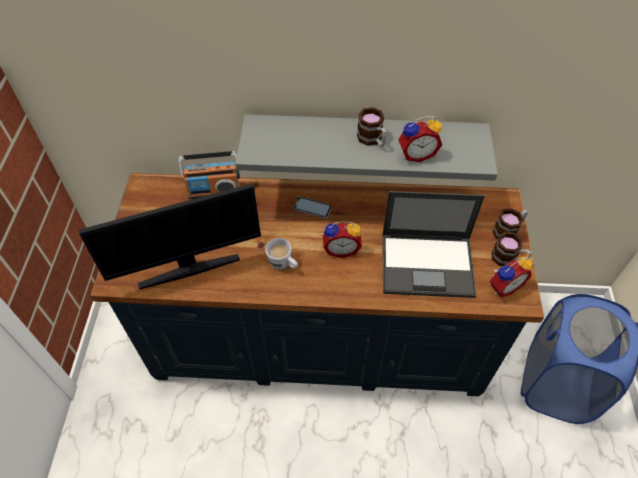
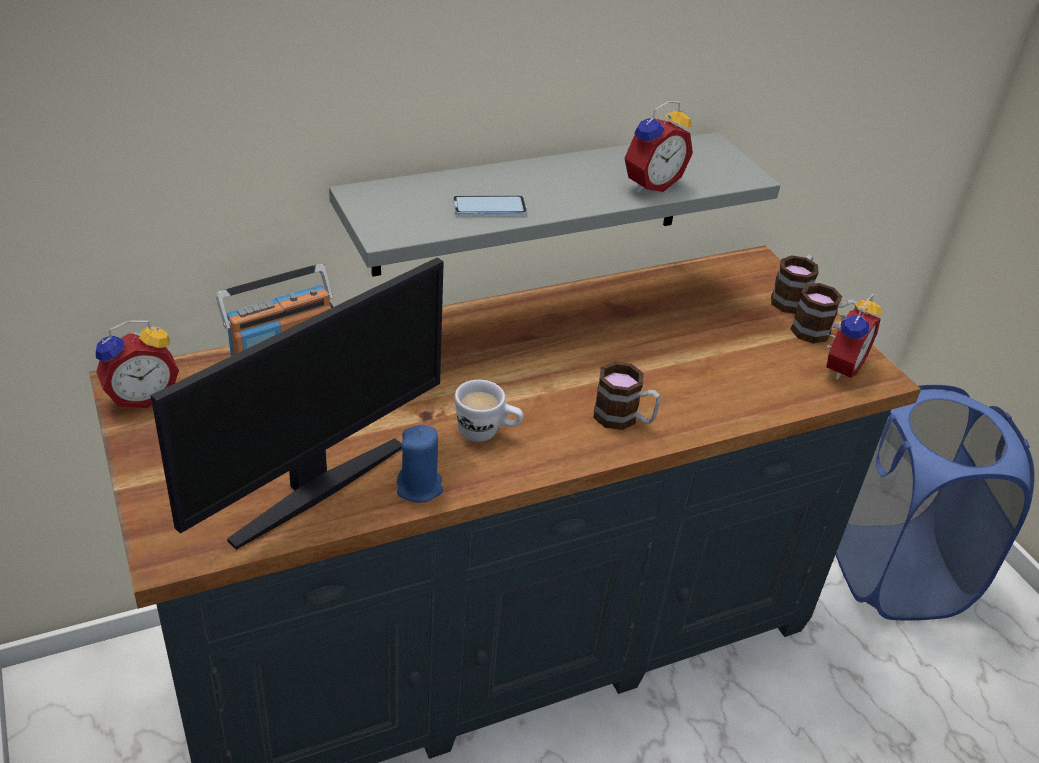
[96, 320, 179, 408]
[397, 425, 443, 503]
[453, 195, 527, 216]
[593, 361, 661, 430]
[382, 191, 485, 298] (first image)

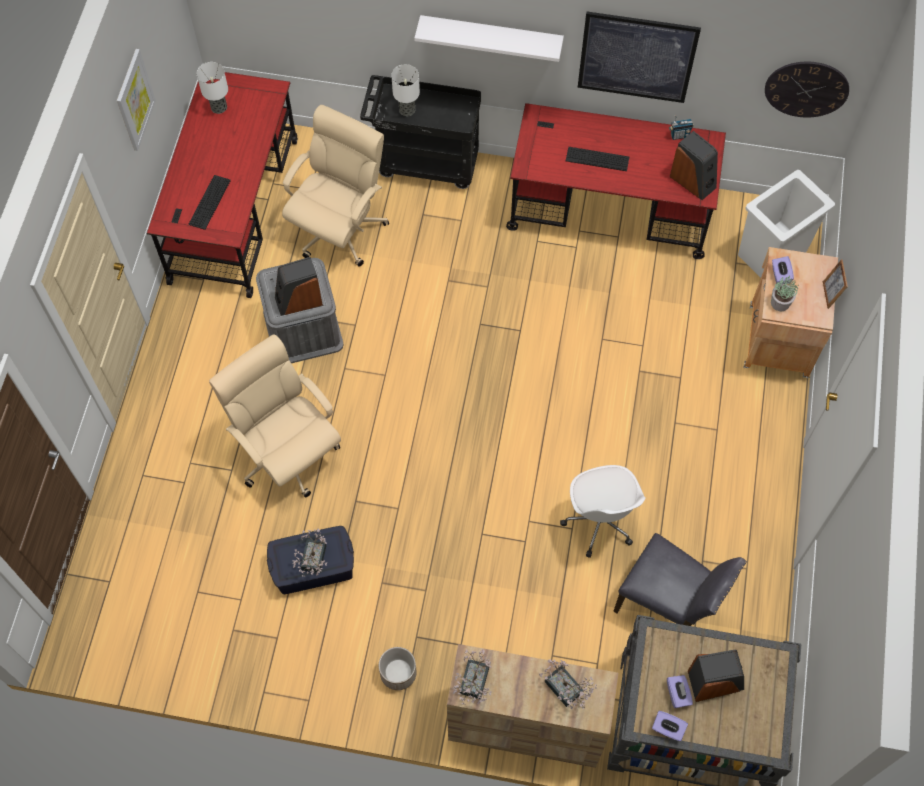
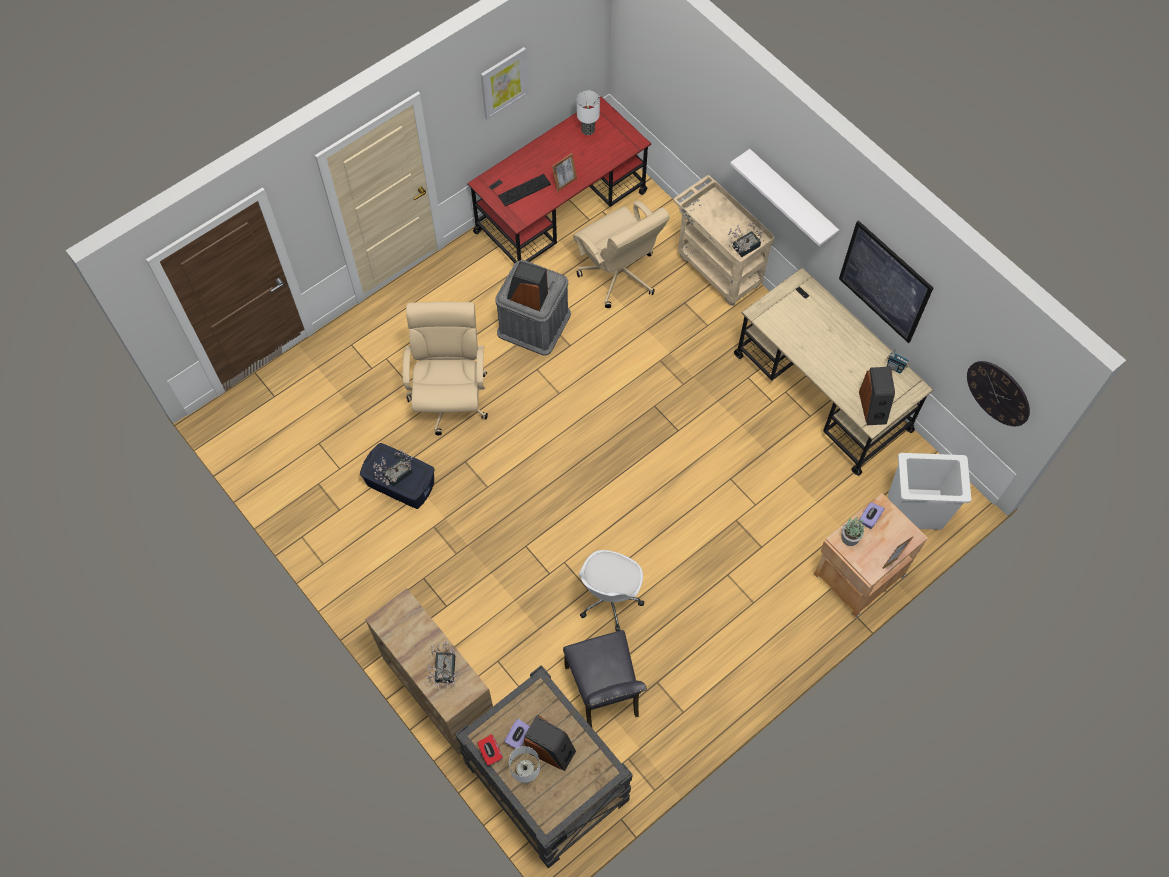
[478, 734, 503, 766]
[509, 746, 540, 783]
[552, 153, 577, 191]
[573, 200, 669, 308]
[674, 175, 774, 306]
[728, 222, 764, 257]
[734, 268, 933, 476]
[379, 647, 417, 690] (first image)
[566, 147, 629, 171] (first image)

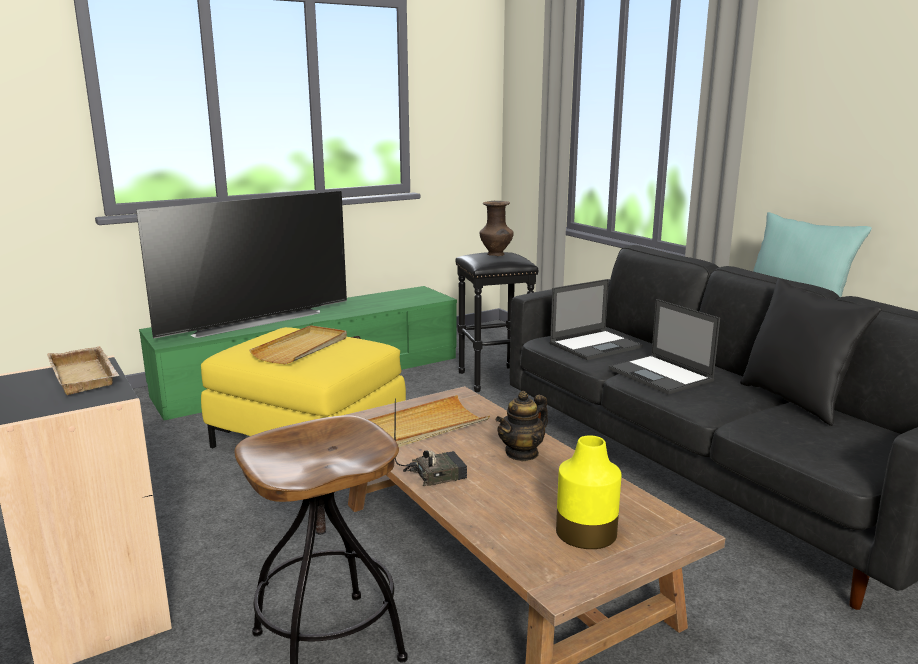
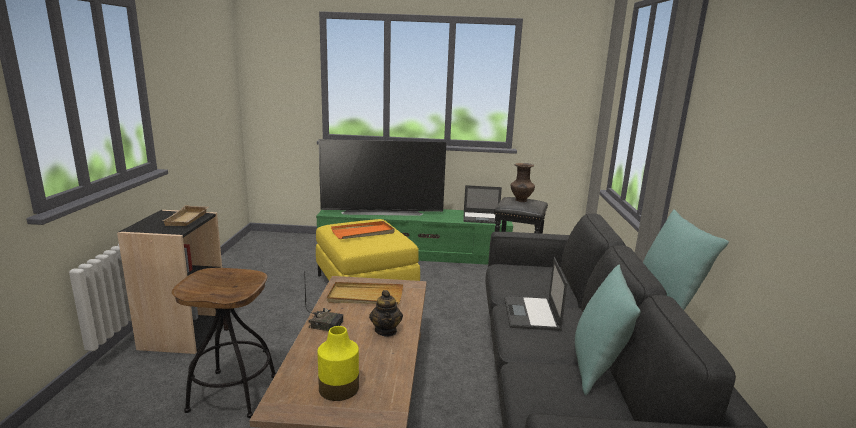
[331, 221, 395, 239]
[369, 290, 403, 337]
[464, 185, 502, 224]
[575, 264, 641, 395]

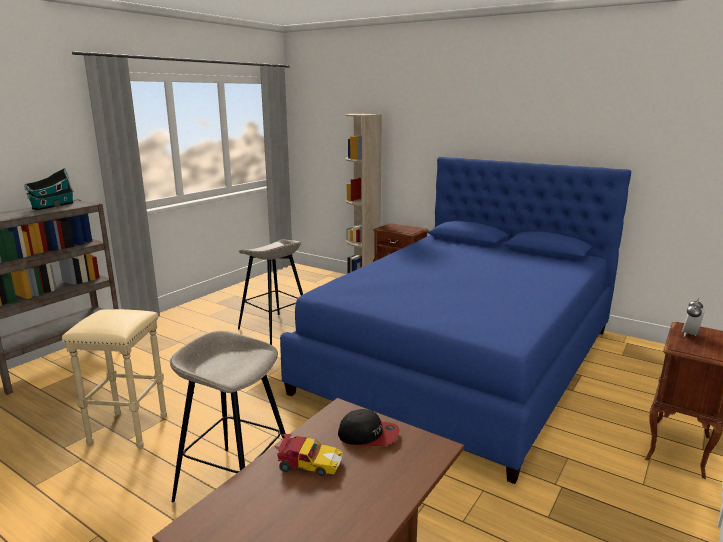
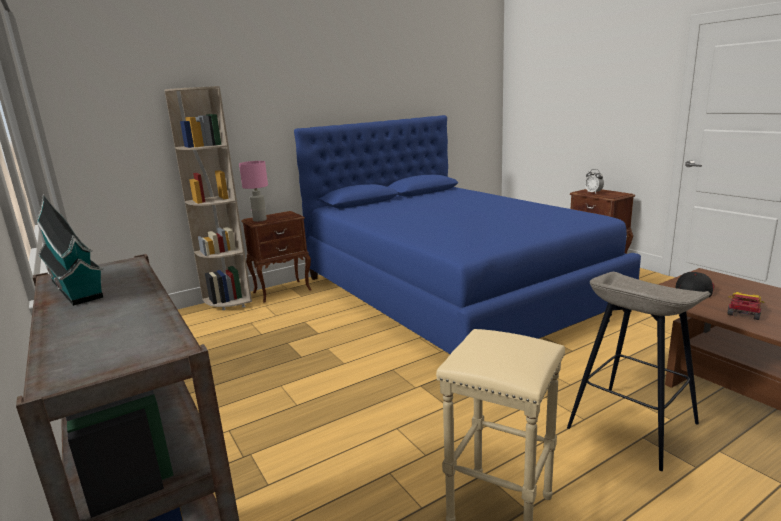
[239, 161, 268, 222]
[238, 240, 303, 345] (first image)

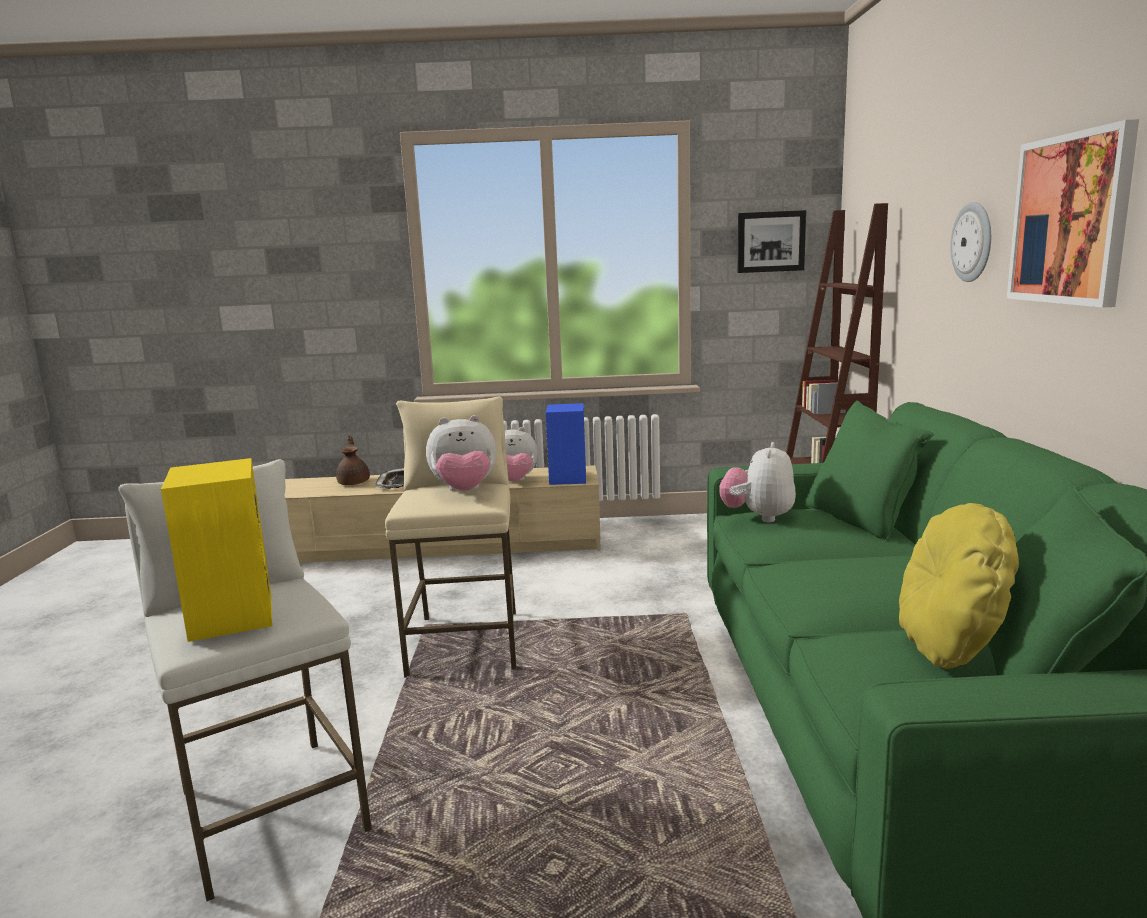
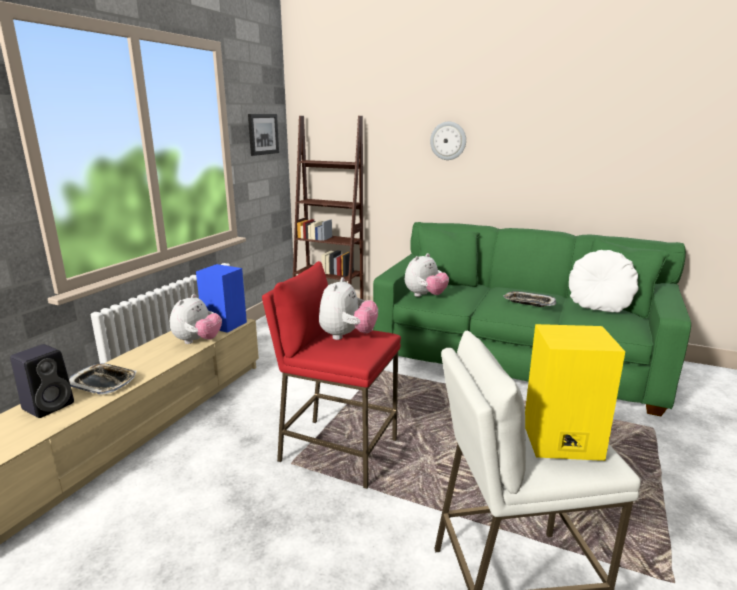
[10, 344, 74, 418]
[262, 261, 401, 489]
[405, 253, 449, 297]
[503, 291, 556, 307]
[569, 250, 639, 313]
[1007, 119, 1139, 307] (first image)

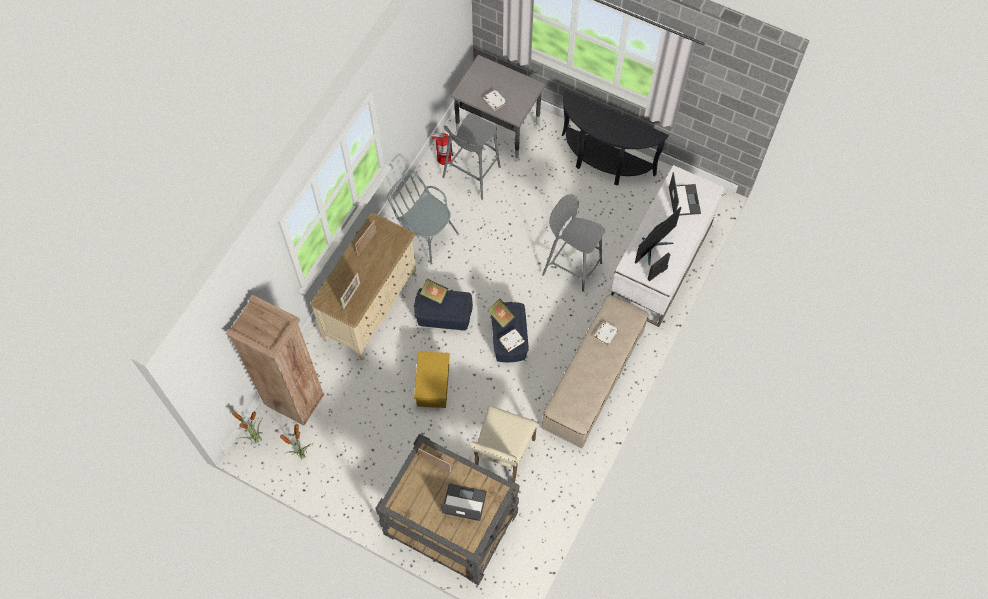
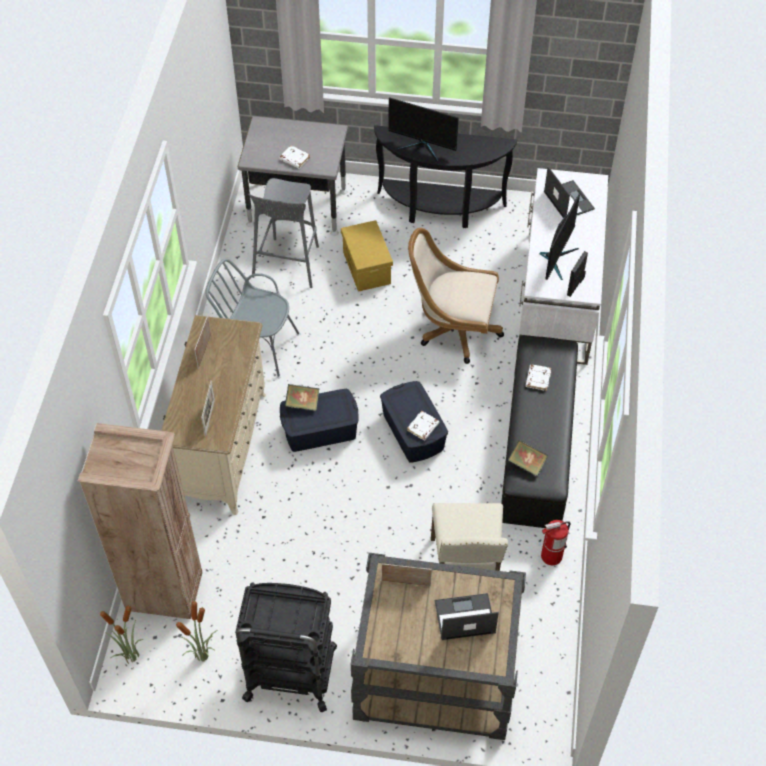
[235, 582, 337, 712]
[341, 220, 393, 292]
[388, 97, 459, 162]
[408, 228, 504, 364]
[501, 336, 578, 528]
[508, 440, 549, 476]
[541, 520, 571, 565]

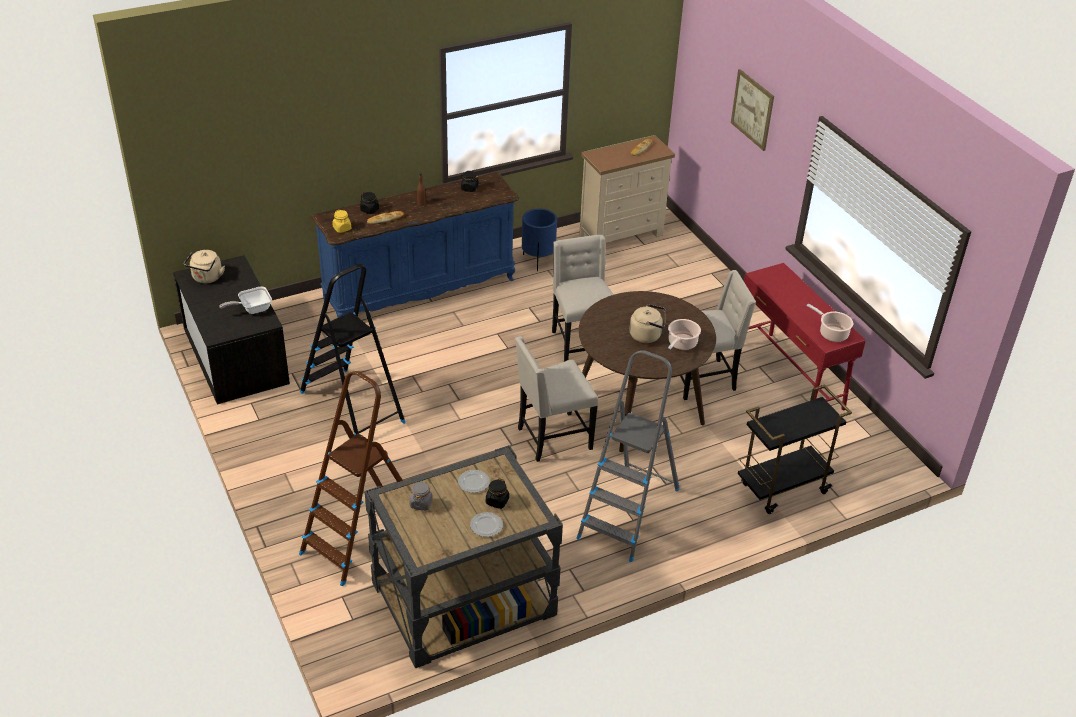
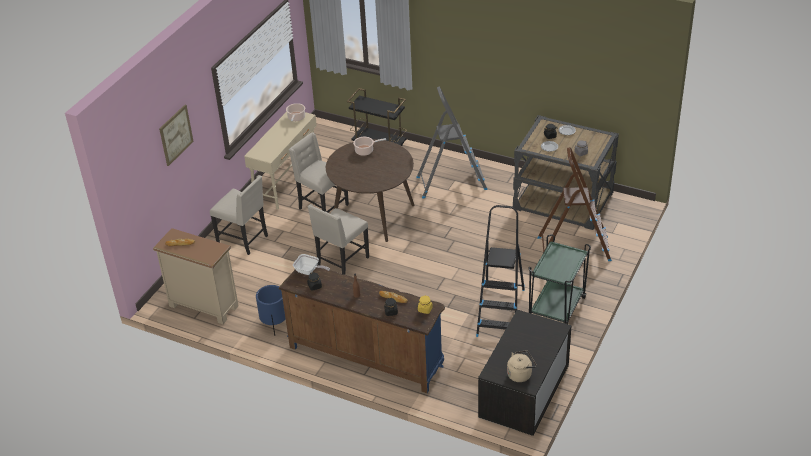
[210, 175, 268, 255]
[244, 112, 317, 210]
[293, 254, 330, 275]
[528, 234, 591, 324]
[629, 304, 666, 343] (first image)

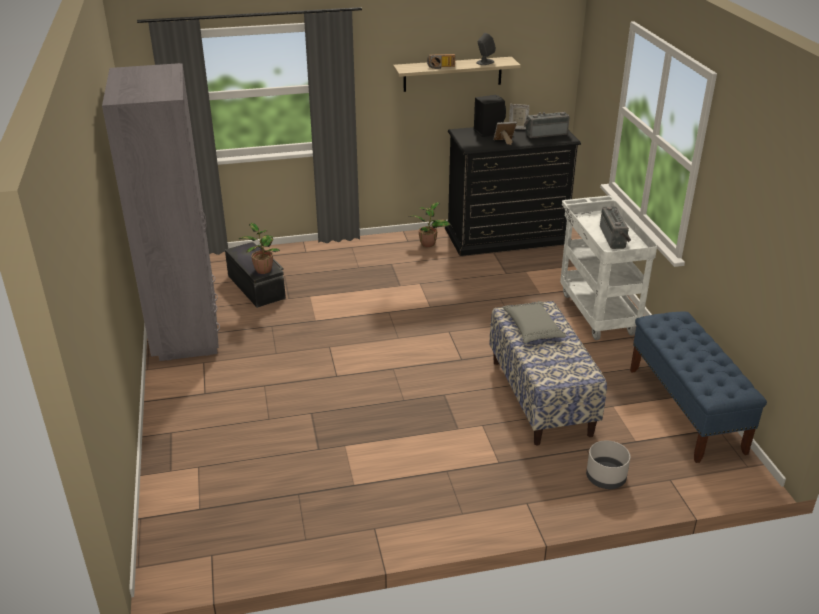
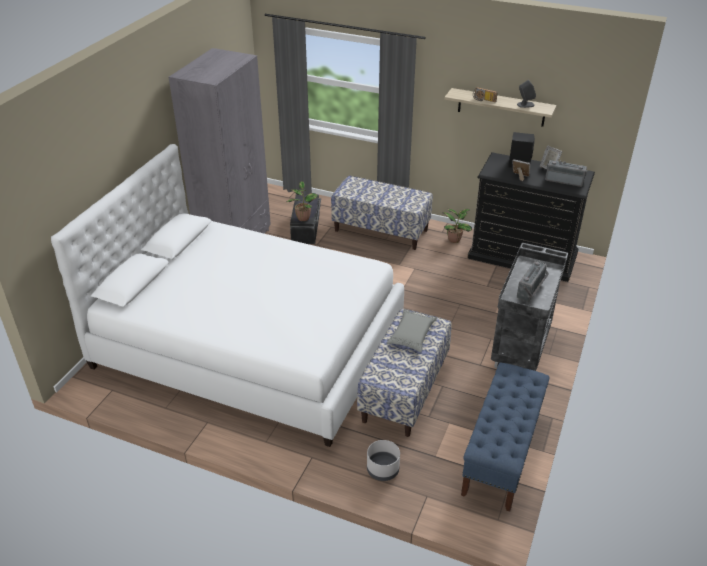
[51, 144, 404, 447]
[331, 176, 433, 250]
[491, 243, 568, 371]

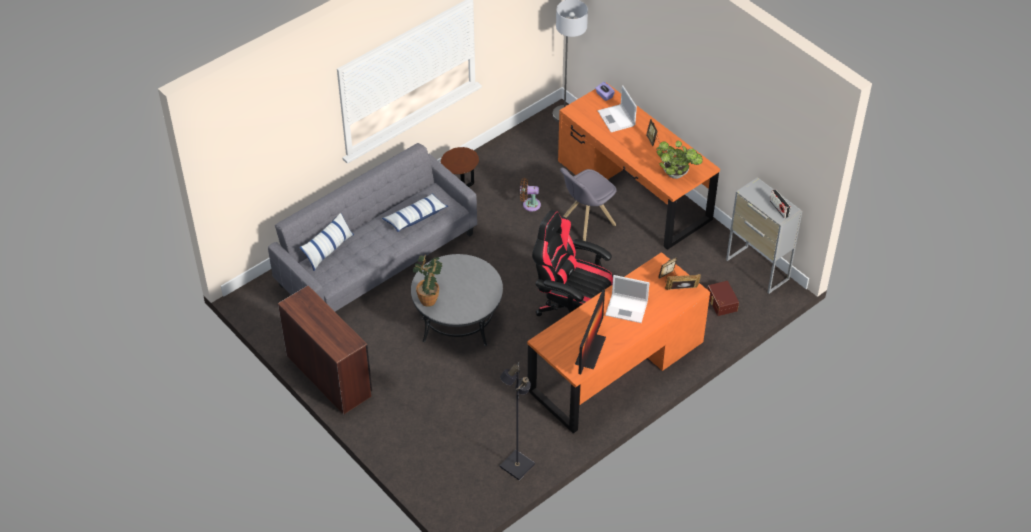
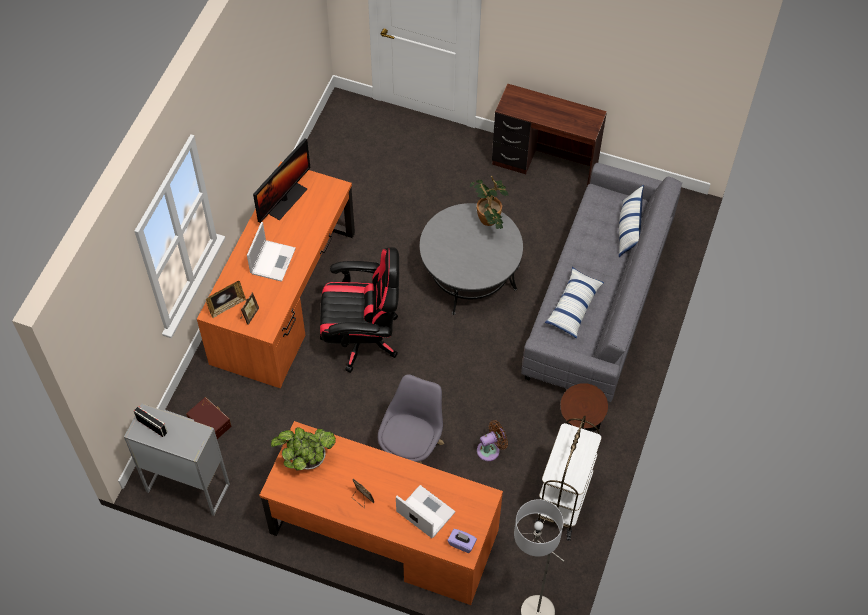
[247, 222, 296, 282]
[253, 138, 310, 223]
[535, 415, 602, 541]
[500, 361, 535, 480] (first image)

